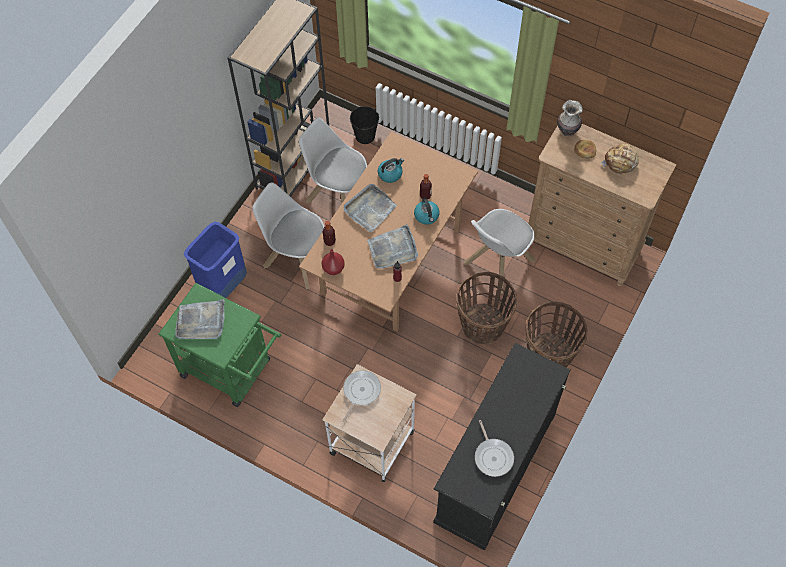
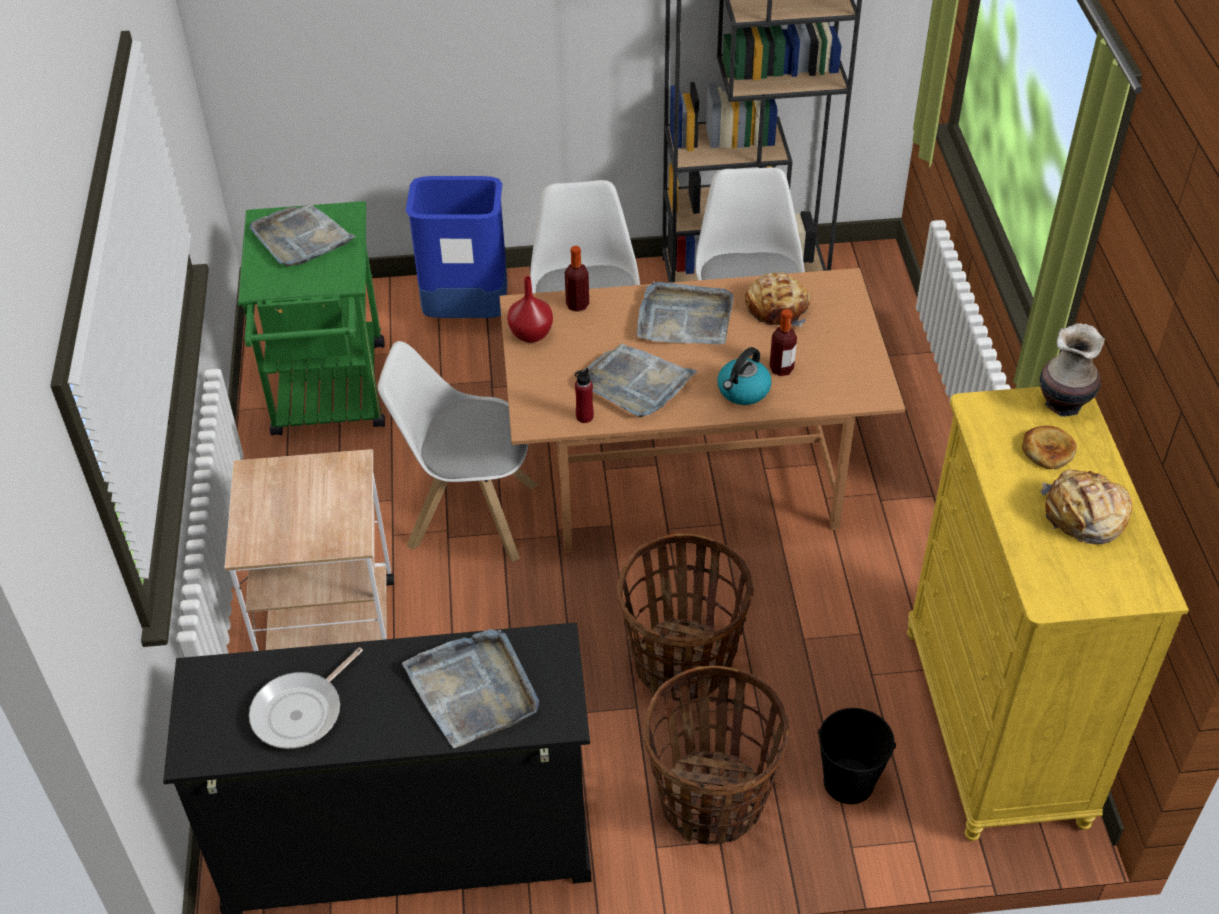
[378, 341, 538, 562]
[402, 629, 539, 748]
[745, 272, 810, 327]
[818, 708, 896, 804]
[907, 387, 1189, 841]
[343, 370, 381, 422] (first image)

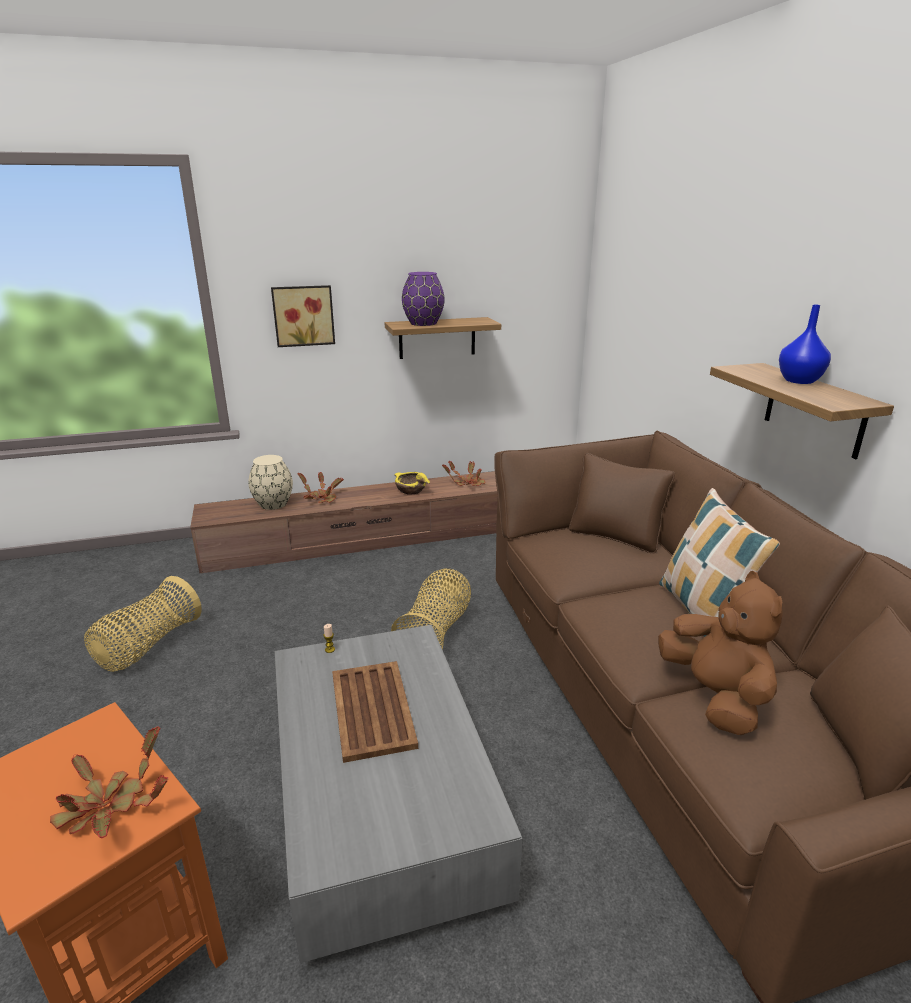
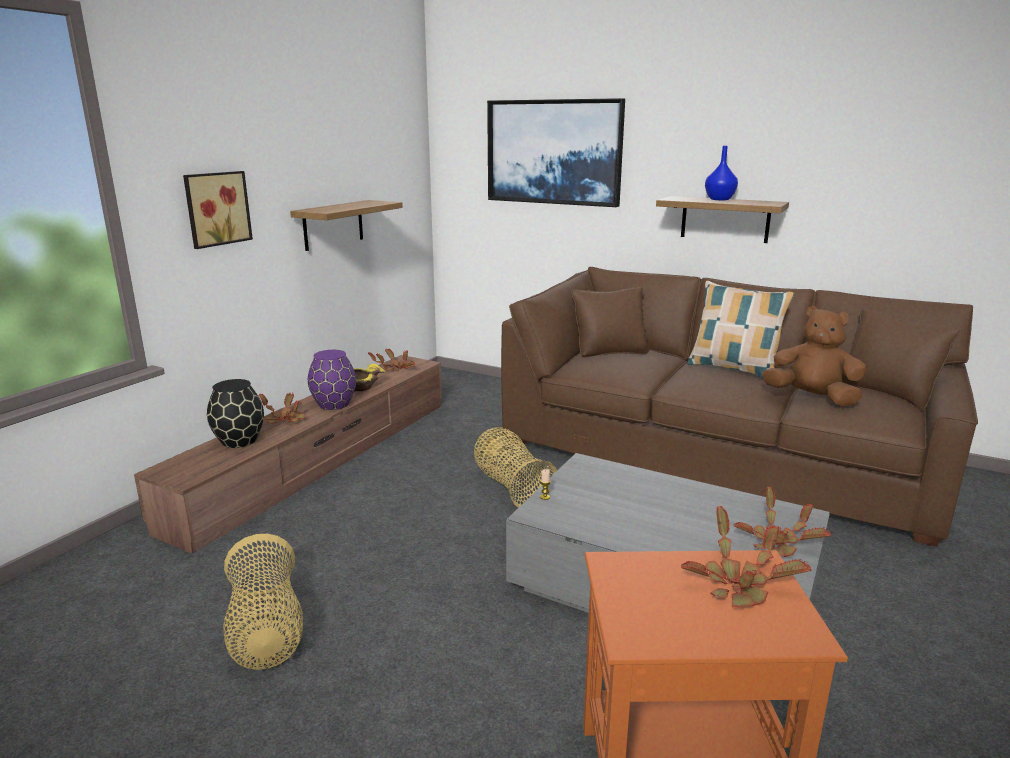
[207, 379, 264, 448]
[308, 350, 356, 410]
[487, 98, 625, 207]
[734, 487, 831, 557]
[332, 661, 418, 763] (first image)

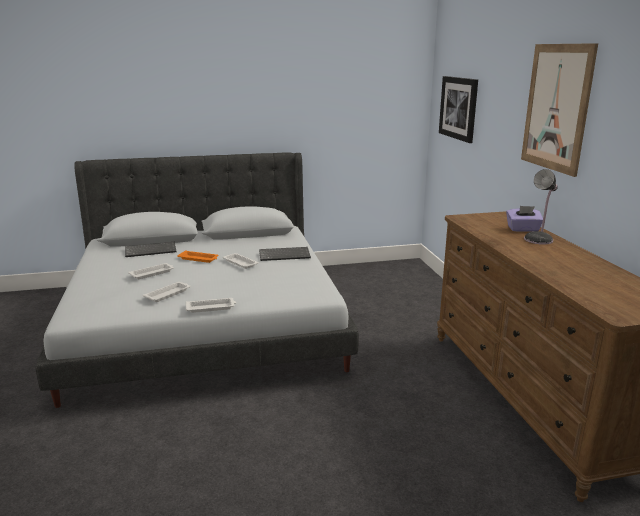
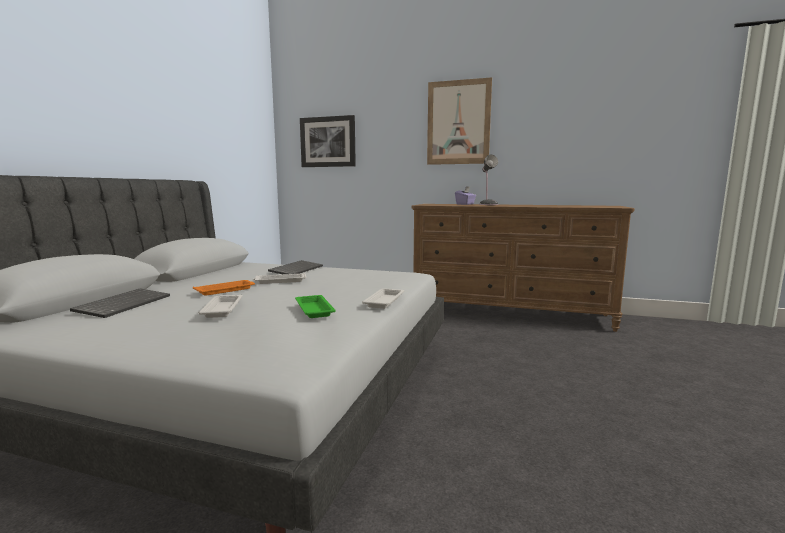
[295, 295, 336, 318]

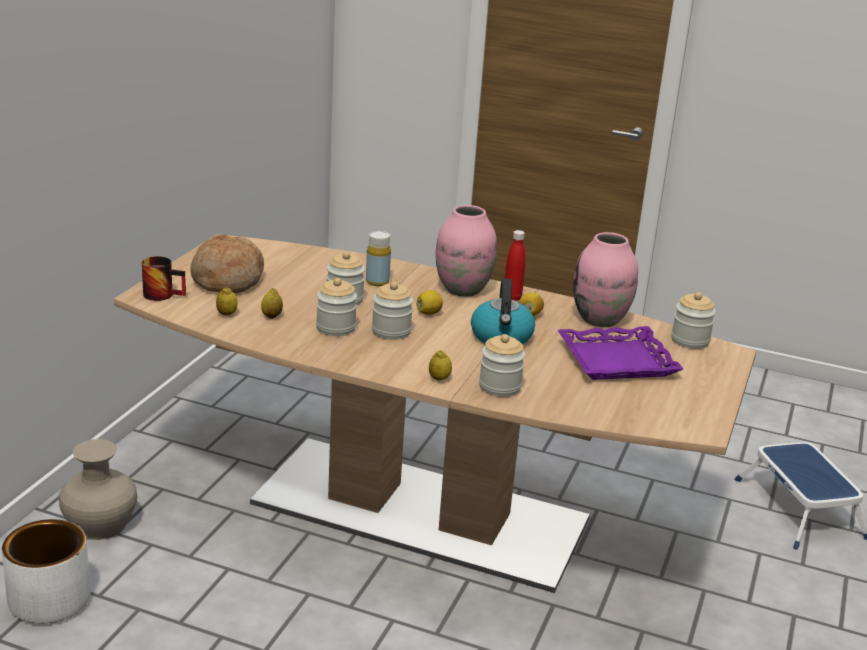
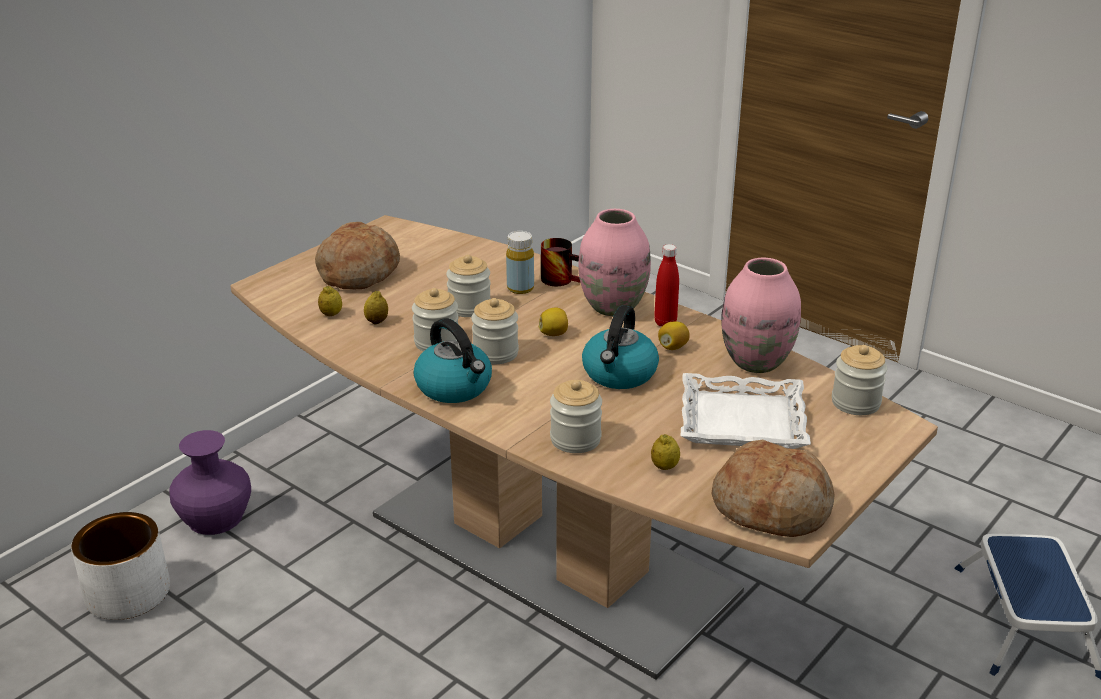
[169, 430, 251, 535]
[414, 318, 492, 403]
[541, 238, 580, 286]
[651, 434, 680, 470]
[681, 373, 811, 449]
[712, 440, 834, 537]

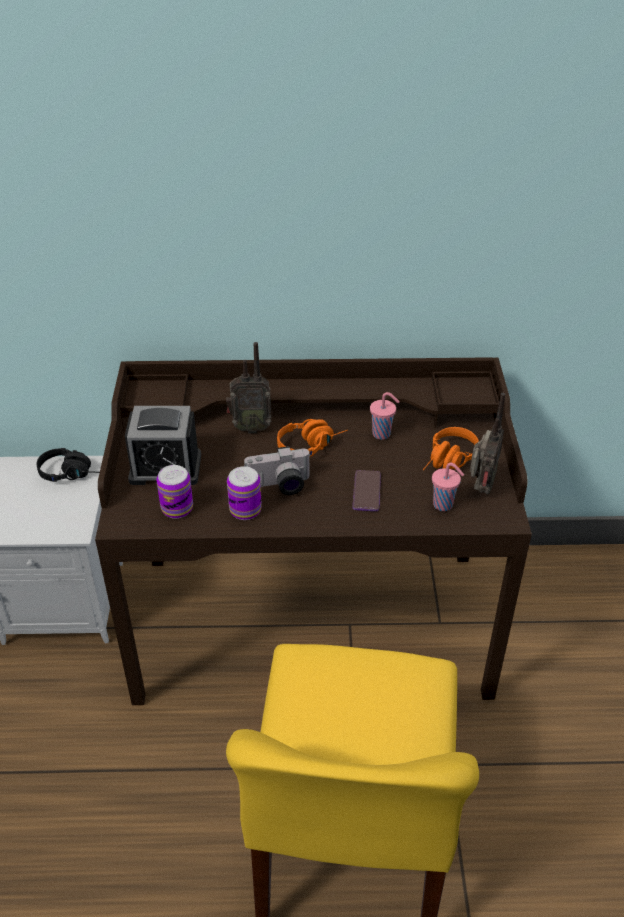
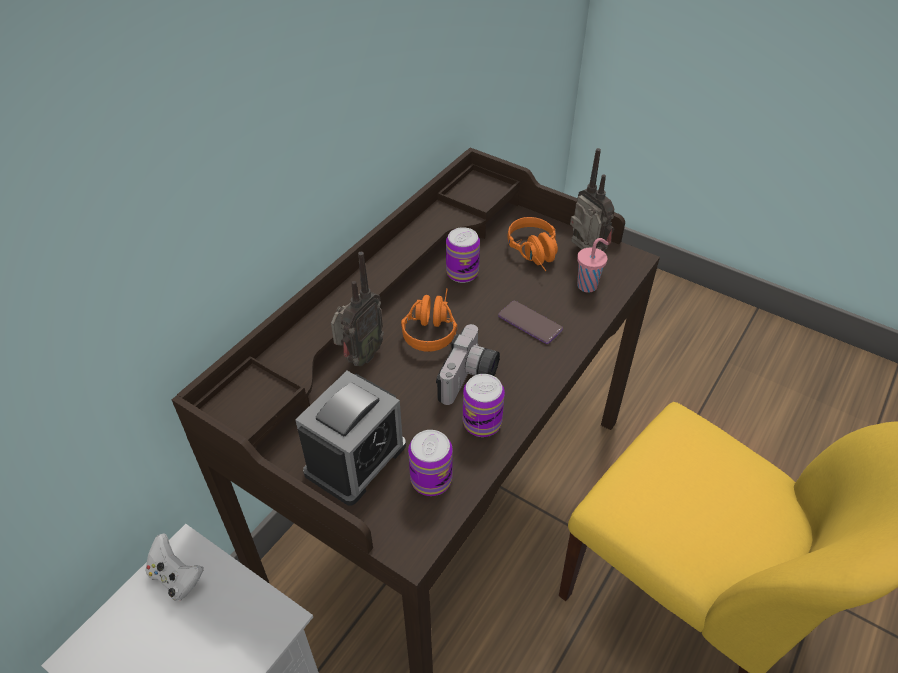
[146, 533, 204, 601]
[446, 227, 480, 283]

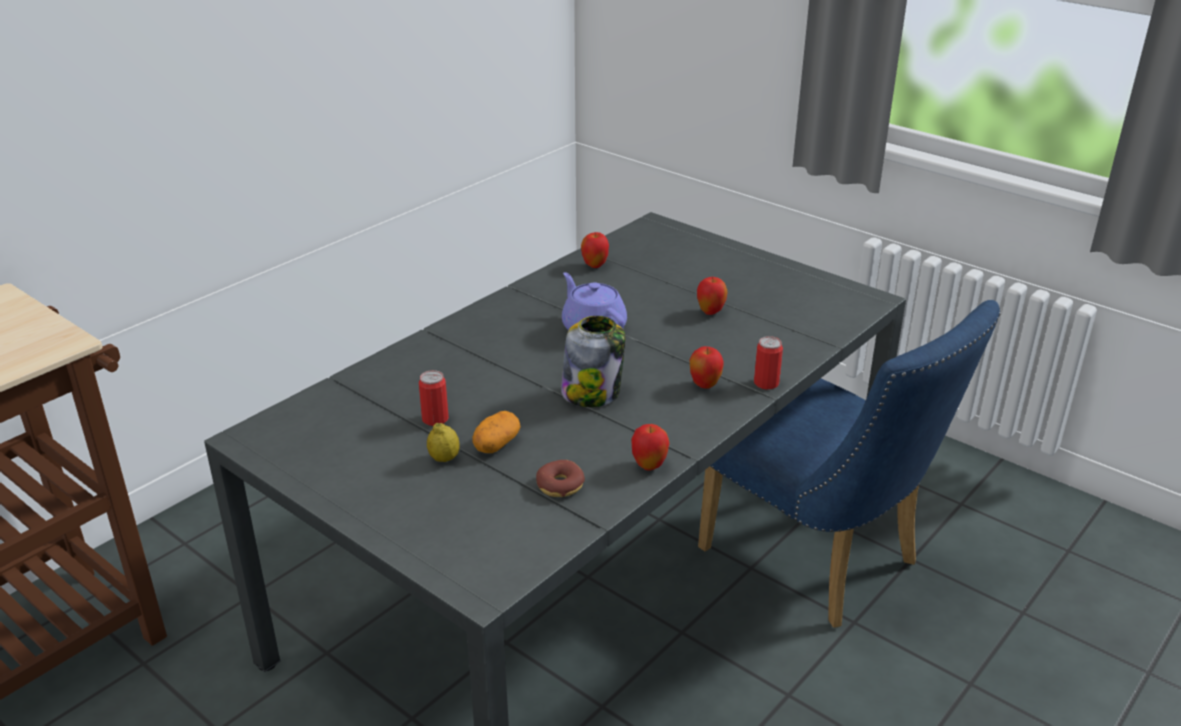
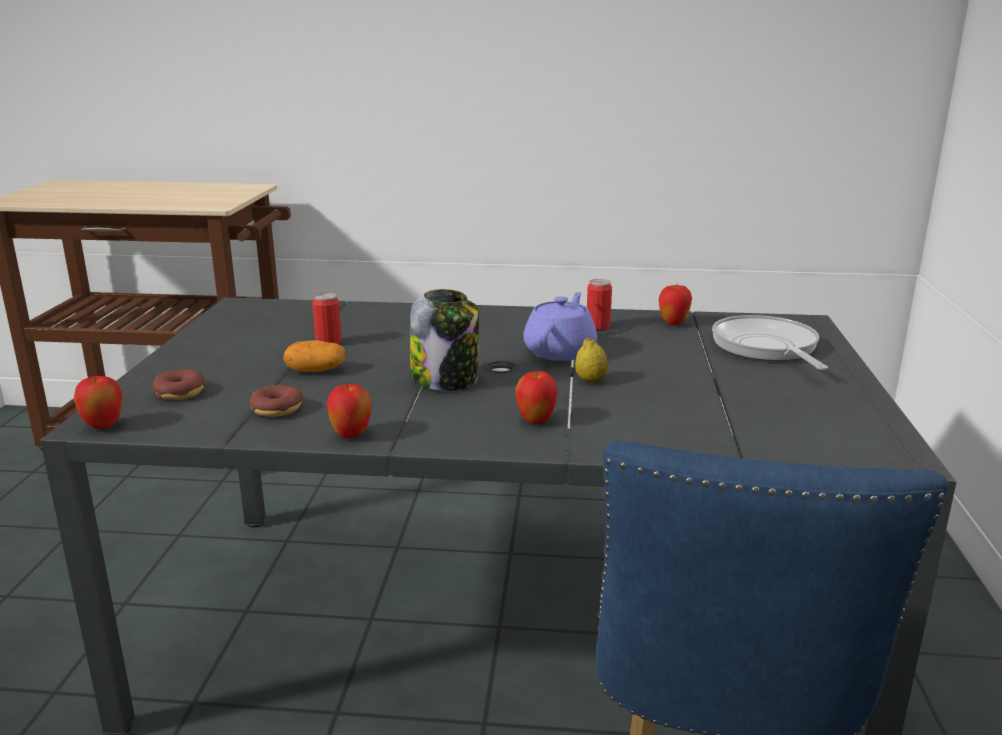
[74, 376, 122, 429]
[153, 369, 206, 400]
[575, 338, 608, 383]
[587, 279, 612, 330]
[712, 315, 828, 370]

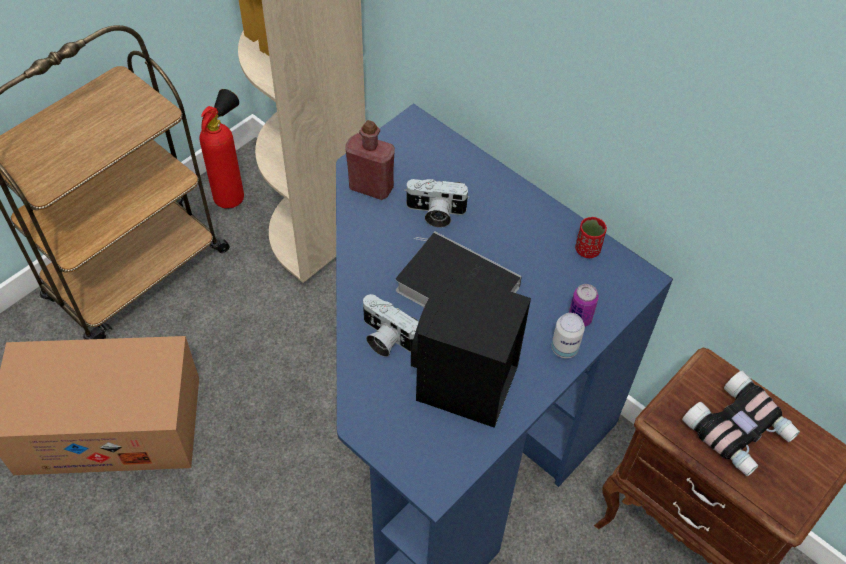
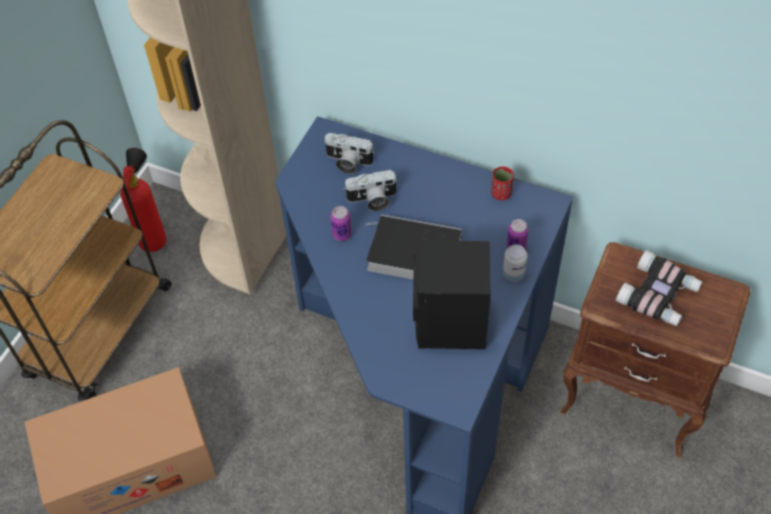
[324, 133, 374, 174]
[330, 206, 352, 241]
[345, 120, 395, 200] (first image)

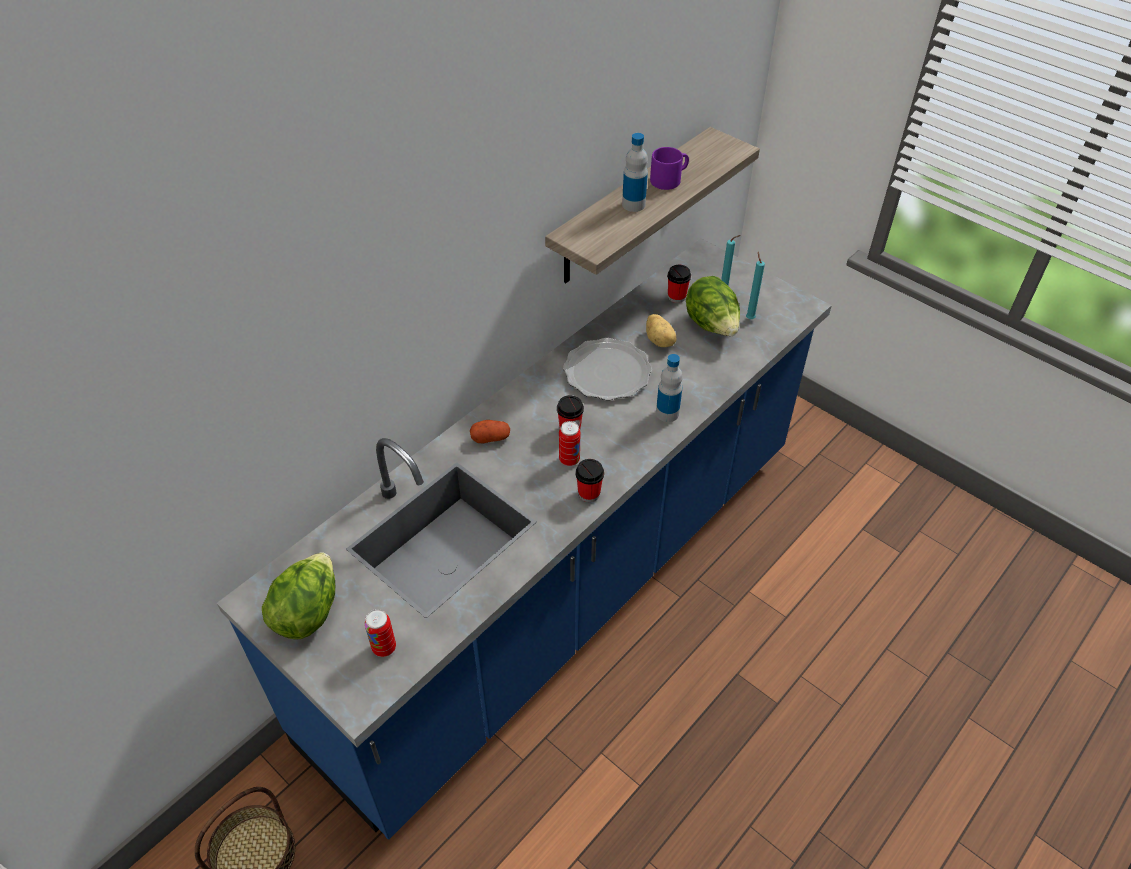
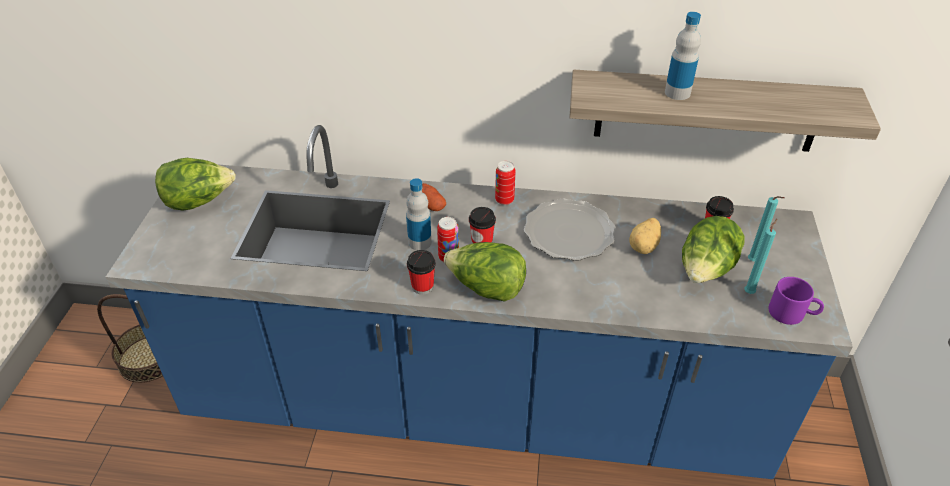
[406, 178, 432, 250]
[444, 242, 526, 302]
[495, 161, 516, 205]
[768, 277, 824, 325]

